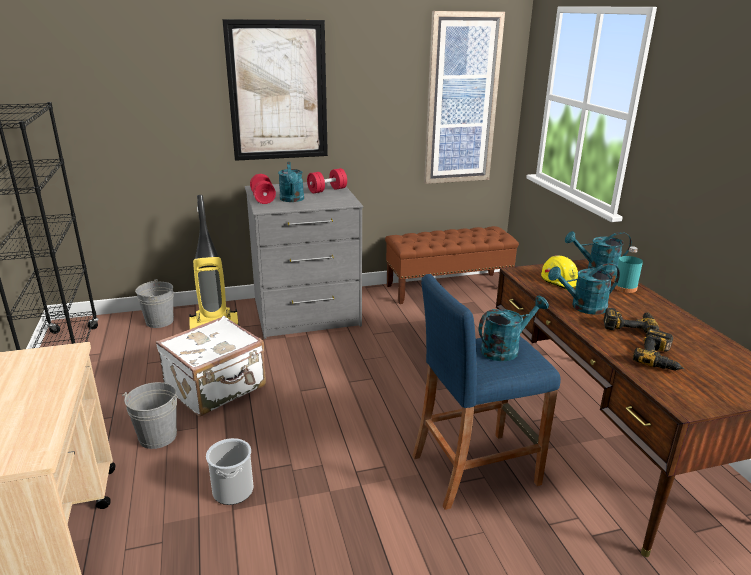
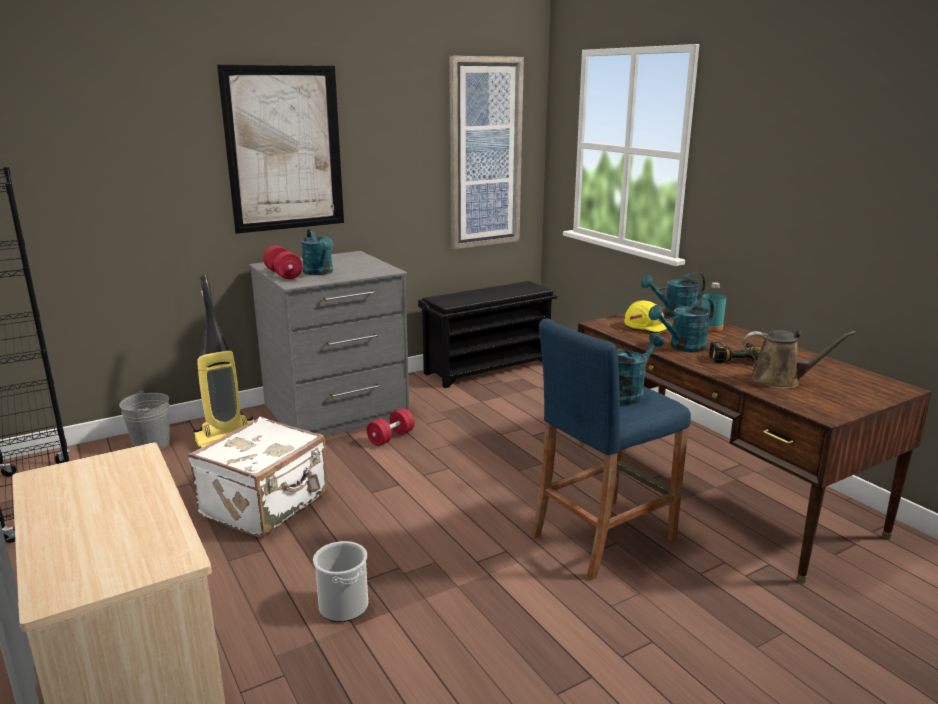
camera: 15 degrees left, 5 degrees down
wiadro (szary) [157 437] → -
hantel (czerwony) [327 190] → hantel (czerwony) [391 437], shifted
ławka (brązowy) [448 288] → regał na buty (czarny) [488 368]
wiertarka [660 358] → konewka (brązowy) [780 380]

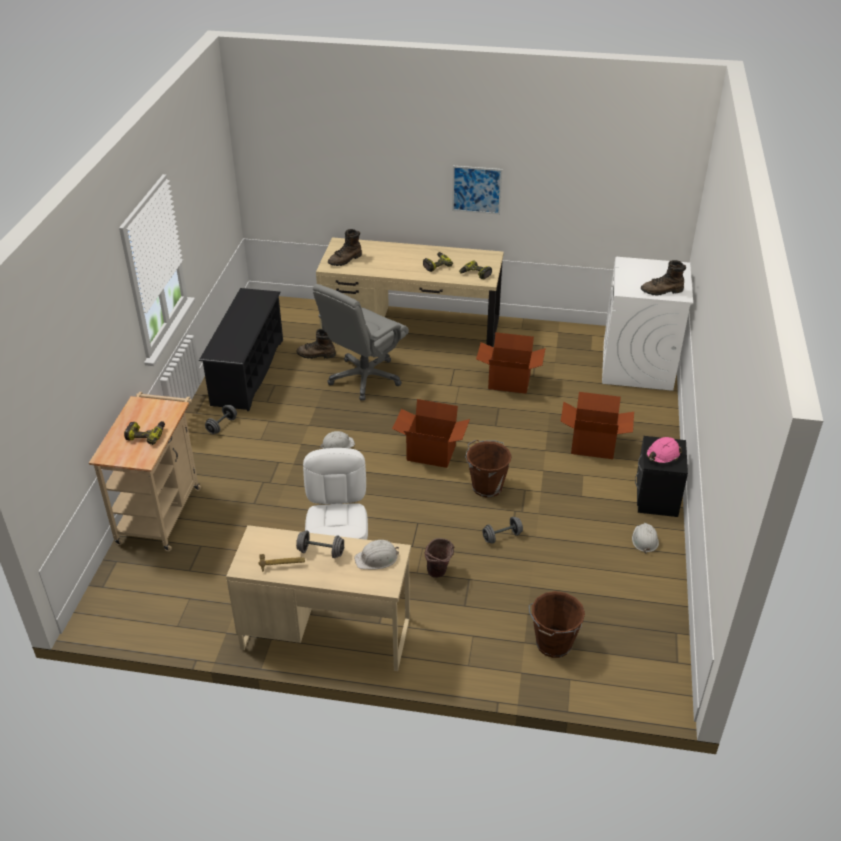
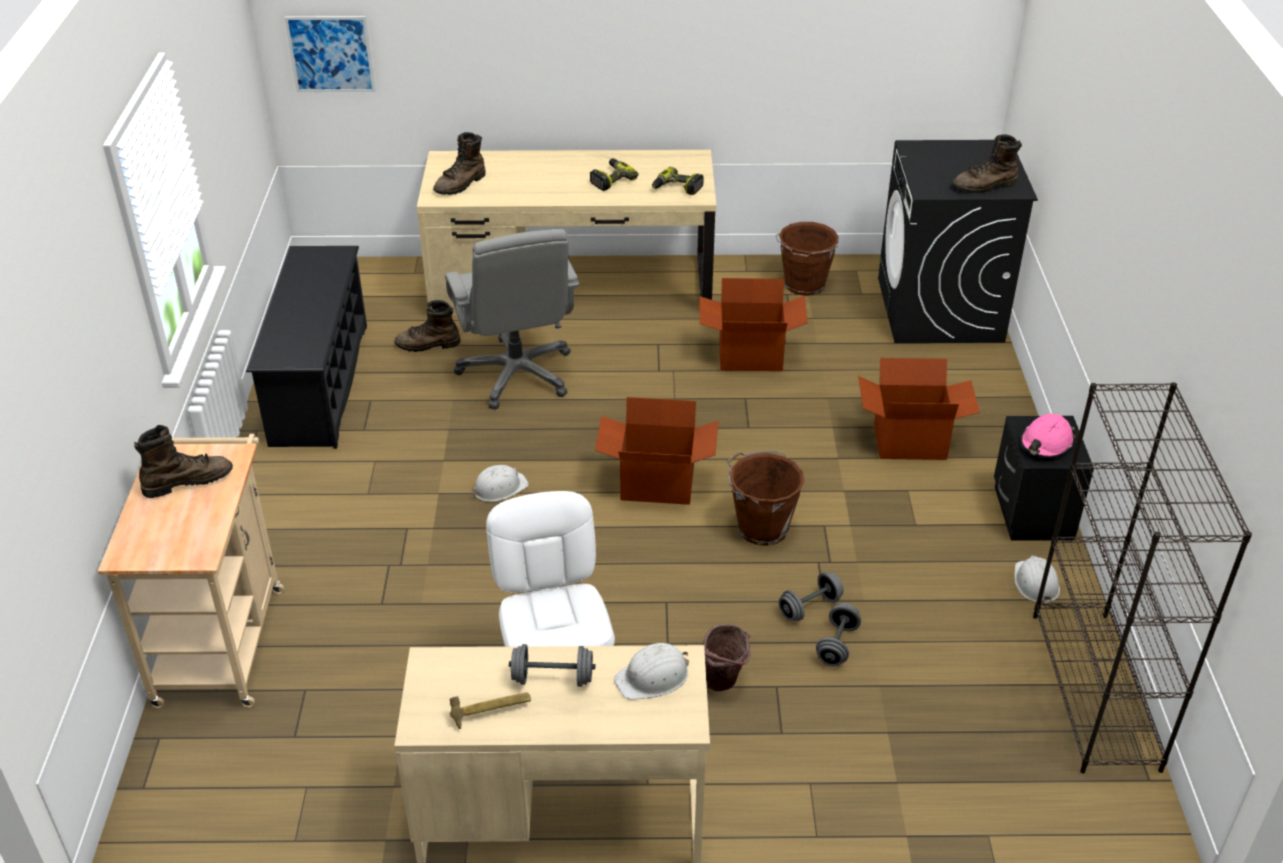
camera: 10 degrees left, 0 degrees up
wiertarka [146 435] → -
- → but z cholewką (brązowy) [188 481]
- → regał (czarny) [1095 690]
hantel (szary) [222 425] → hantel (szary) [837 645], shifted
obraz [476 190] → obraz [330 54], shifted
wiadro (brązowy) [553 645] → wiadro (brązowy) [804 285], shifted
pralka (biały) [637 366] → pralka (czarny) [940 310]
krzesło biurowe (szary) [364 378] → krzesło biurowe (szary) [517 374], 45 degrees counterclockwise

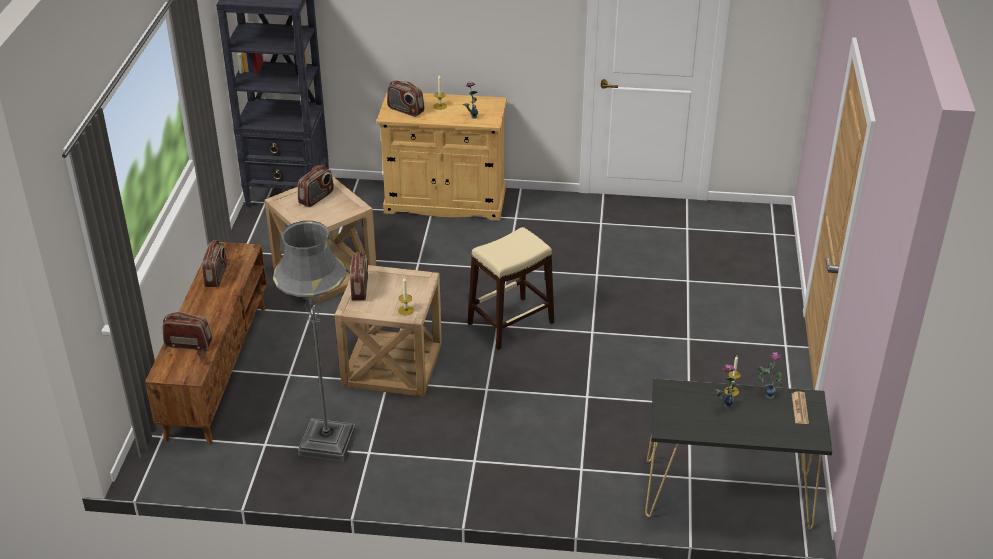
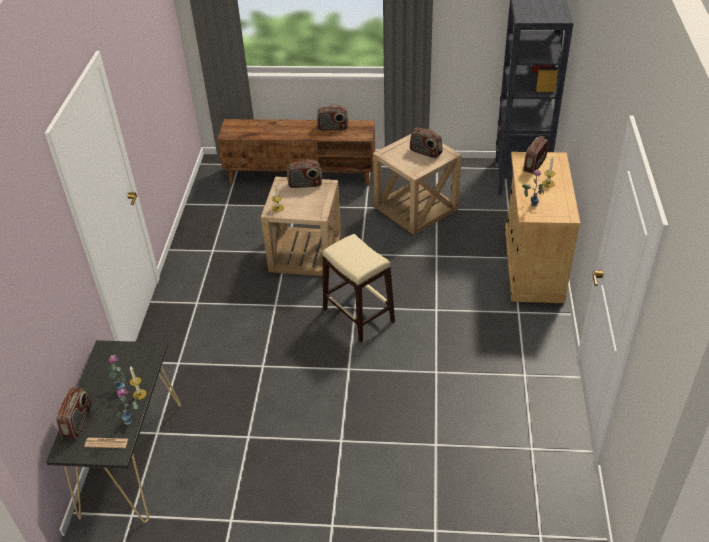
camera: 90 degrees right, 5 degrees up
lampa stojąca (szary) [327 442] → -
radio [188 344] → radio [78 422], shifted

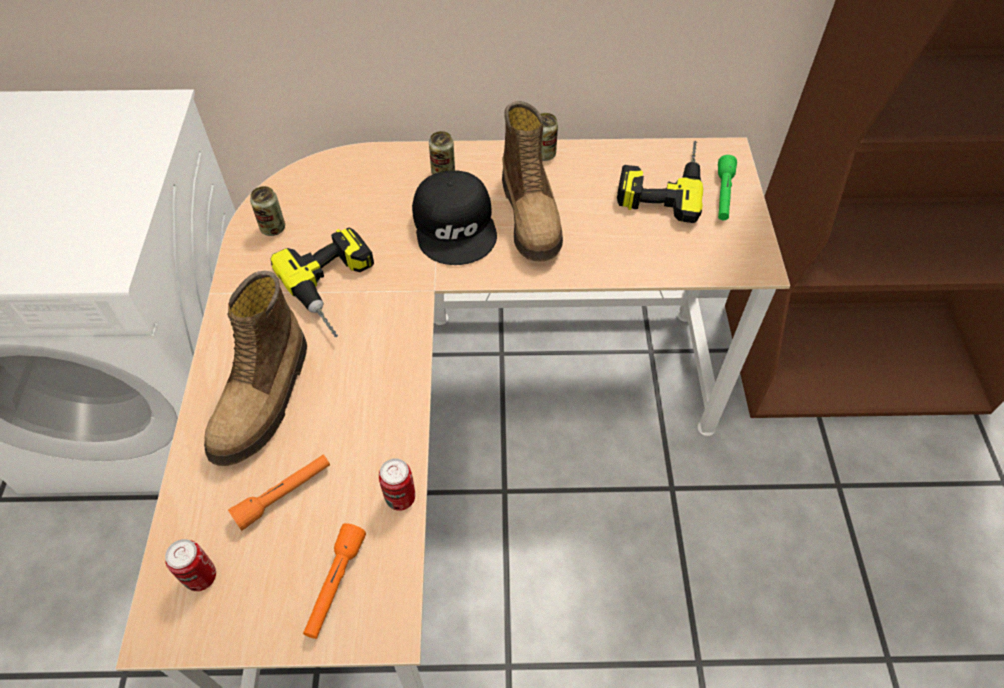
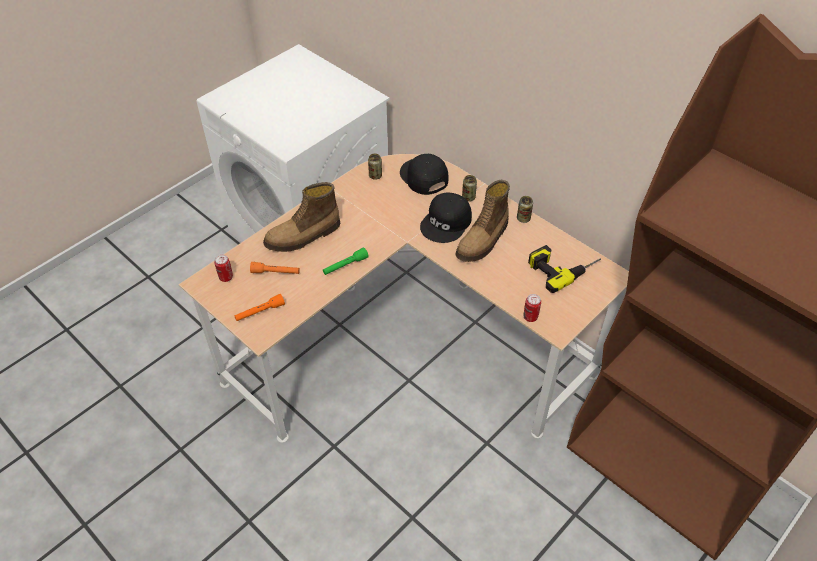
camera: 45 degrees right, 5 degrees down
wiertarka [338 288] → -
- → czapka z daszkiem (czarny) [423 177]
puszka [400 498] → puszka [530 317], shifted
latarka (zielony) [723 195] → latarka (zielony) [345 266], shifted

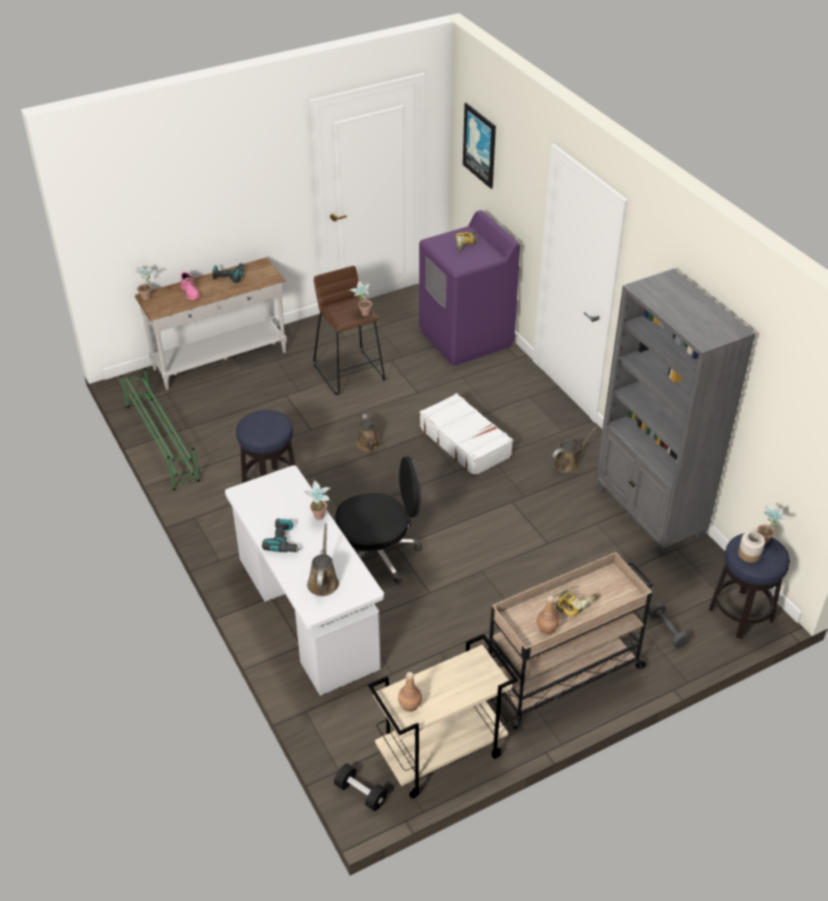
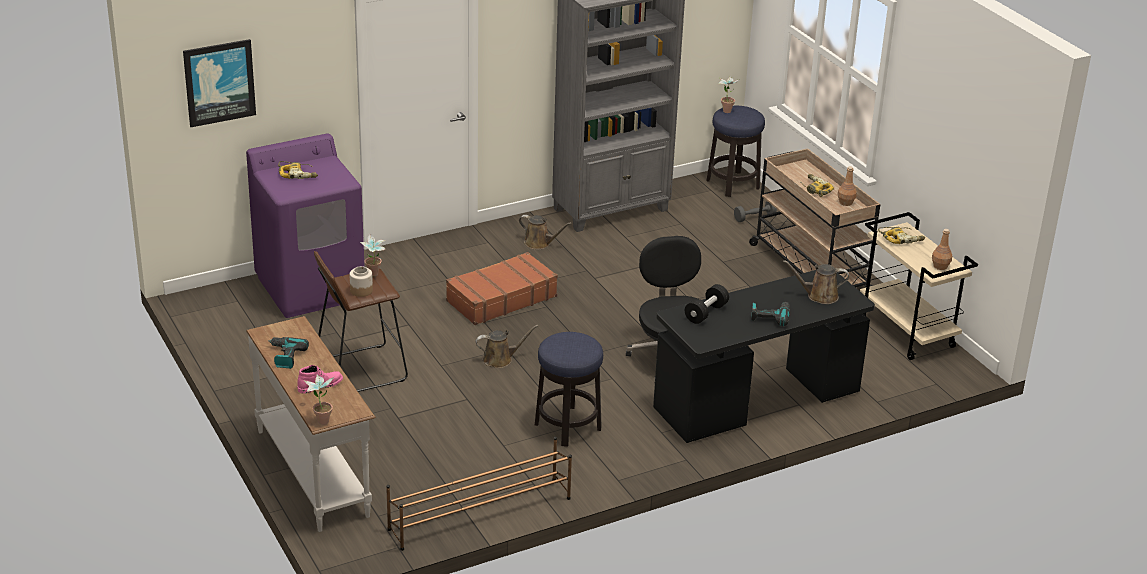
camera: 90 degrees left, 10 degrees down
roślina doniczkowa [320 519] → -
- → wiertarka [901 238]
hantel (czarny) [361 793] → hantel (czarny) [706 313], shifted
słoik [749 554] → słoik [361 290], shifted
regał na buty (zielony) [162 442] → regał na buty (brązowy) [479 514]
biurko (biały) [307 613] → biurko (czarny) [757 401]
walizka (biały) [465 442] → walizka (brązowy) [501 299]
konewka (brązowy) [568 463] → konewka (brązowy) [539 243], 150 degrees clockwise

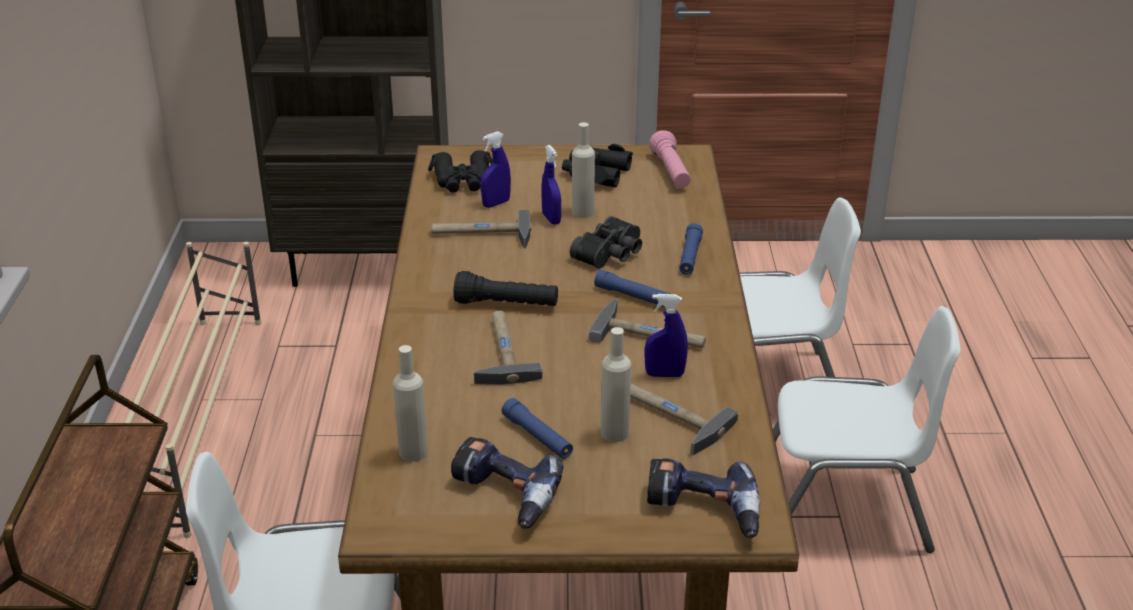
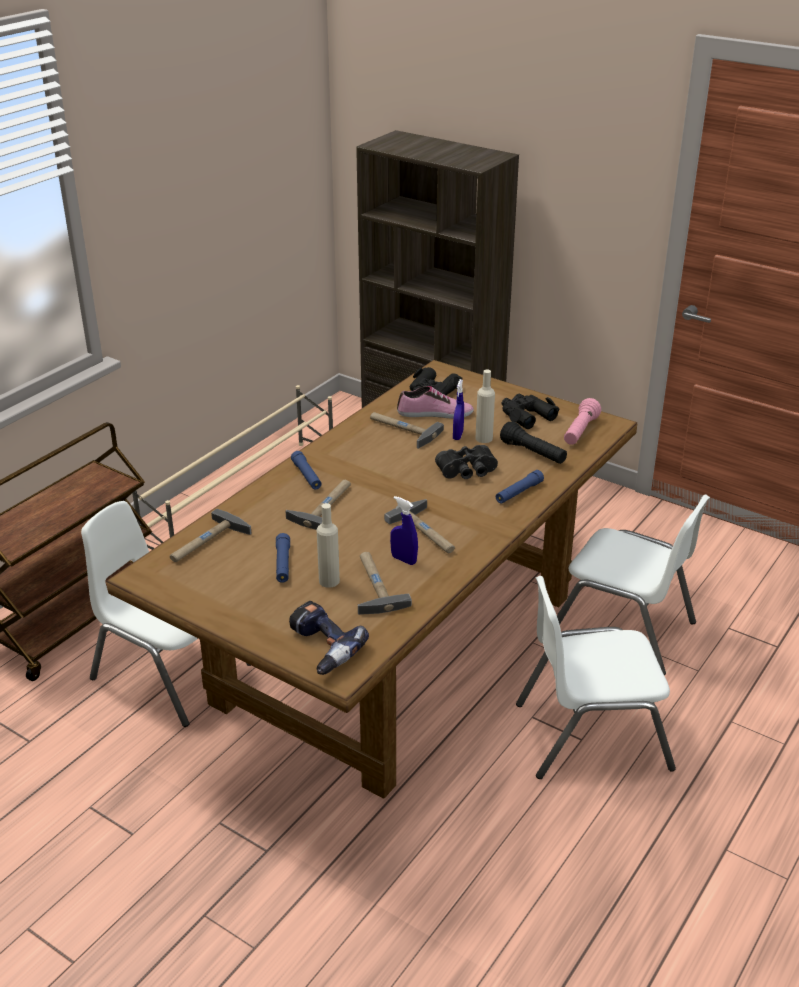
camera: 35 degrees right, 0 degrees up
wiertarka [502 496] → -
latarka (czarny) [506 304] → latarka (czarny) [533 453], shifted
latarka (niebieski) [632 296] → latarka (niebieski) [306 476], shifted
butelka (beżowy) [413 452] → młotek [207 543]
spryskiwacz (niebieski) [496 203] → but [435 413]
krzesło (biały) [843 507] → krzesło (biały) [591 734], 135 degrees clockwise

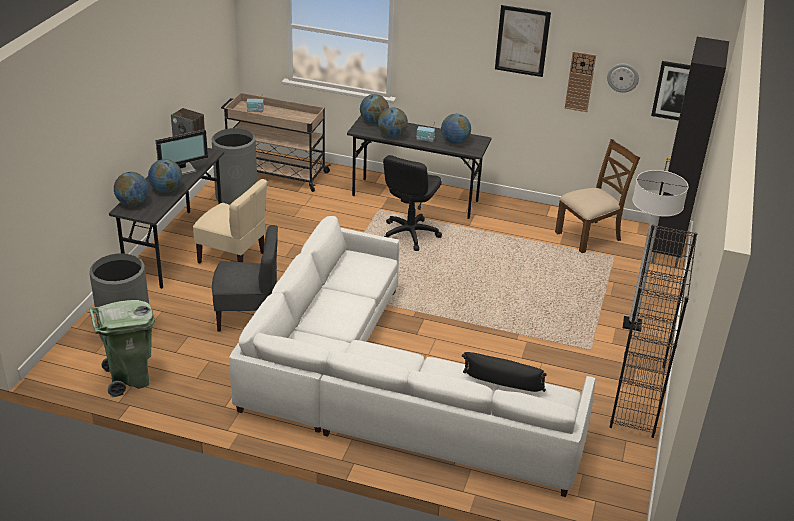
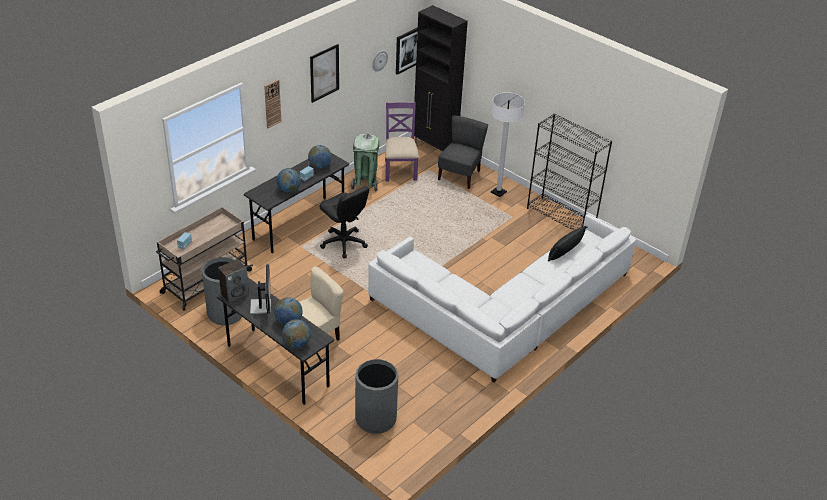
camera: 65 degrees left, 5 degrees up
globus [374 122] → -
kosz na śmieci (zielony) [129 379] → kosz na śmieci (zielony) [365 183], shifted
krzesło (szary) [248 315] → krzesło (szary) [460 176], shifted
zegar ścienny [580 81] → zegar ścienny [272 103], shifted
krzesło (brązowy) [589 236] → krzesło (fioletowy) [400 170]

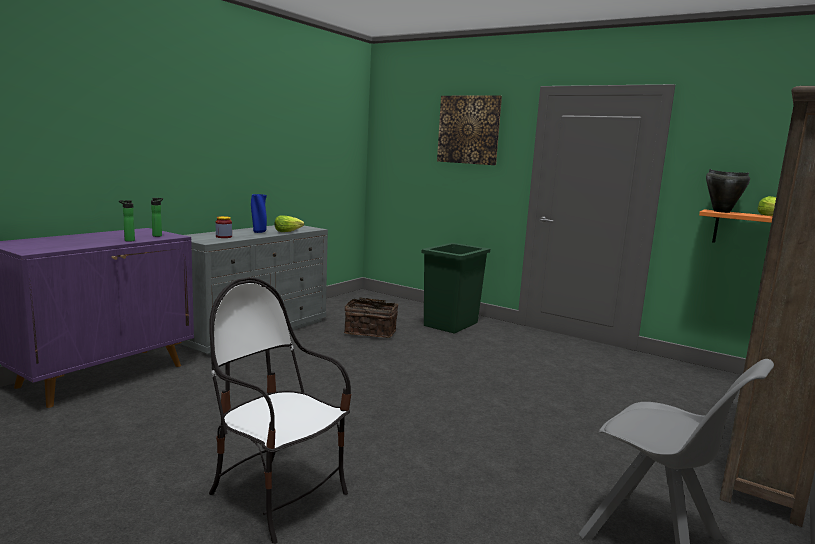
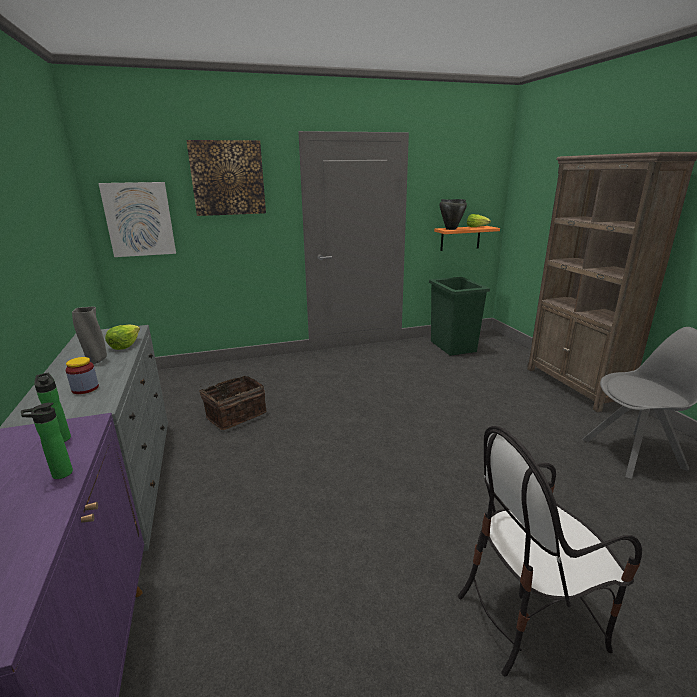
camera: 50 degrees left, 10 degrees up
- → obraz [139 219]
kosz na śmieci (zielony) [451 324] → kosz na śmieci (zielony) [453 346], shifted
wazon (niebieski) [259 232] → wazon (szary) [96 361]

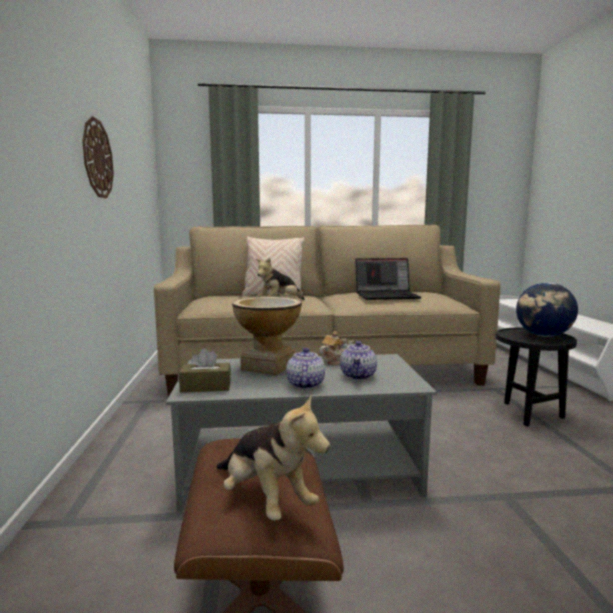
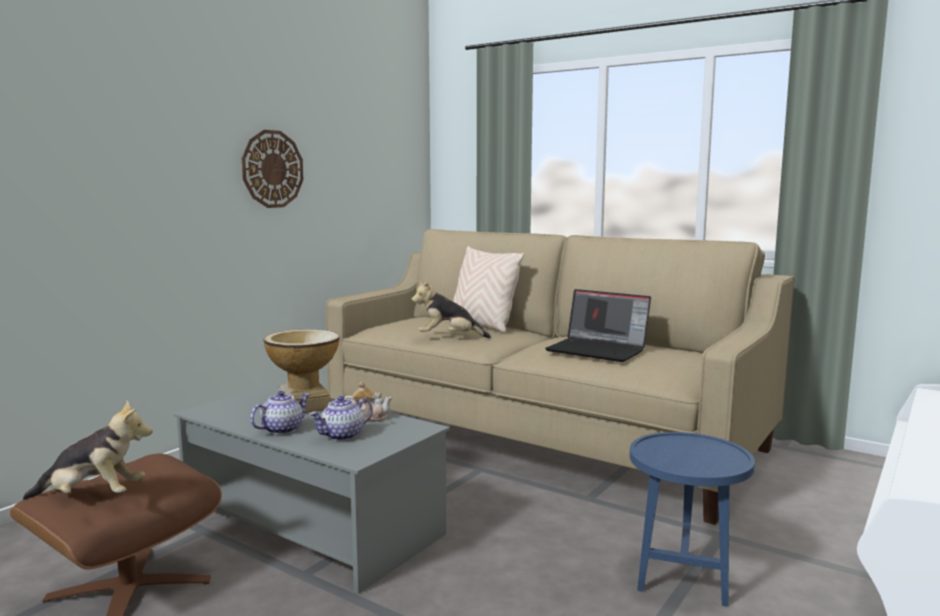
camera: 40 degrees right, 0 degrees up
pudełko chusteczek (brązowy) [206 387] → -
globus [543 336] → -
stolik (czarny) [527 413] → stolik (niebieski) [683 578]
pluszak [265 500] → pluszak [93 496], 90 degrees counterclockwise

